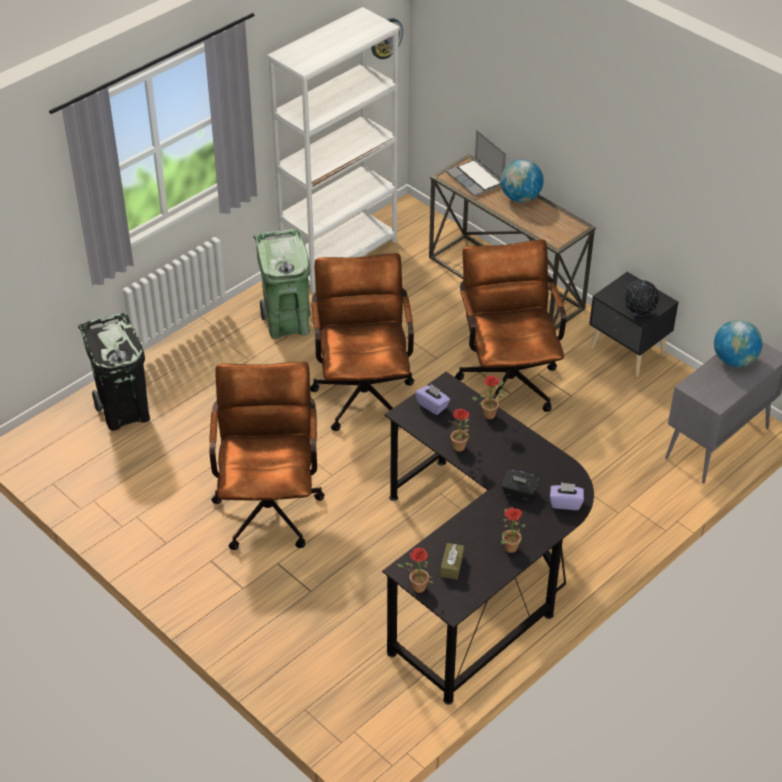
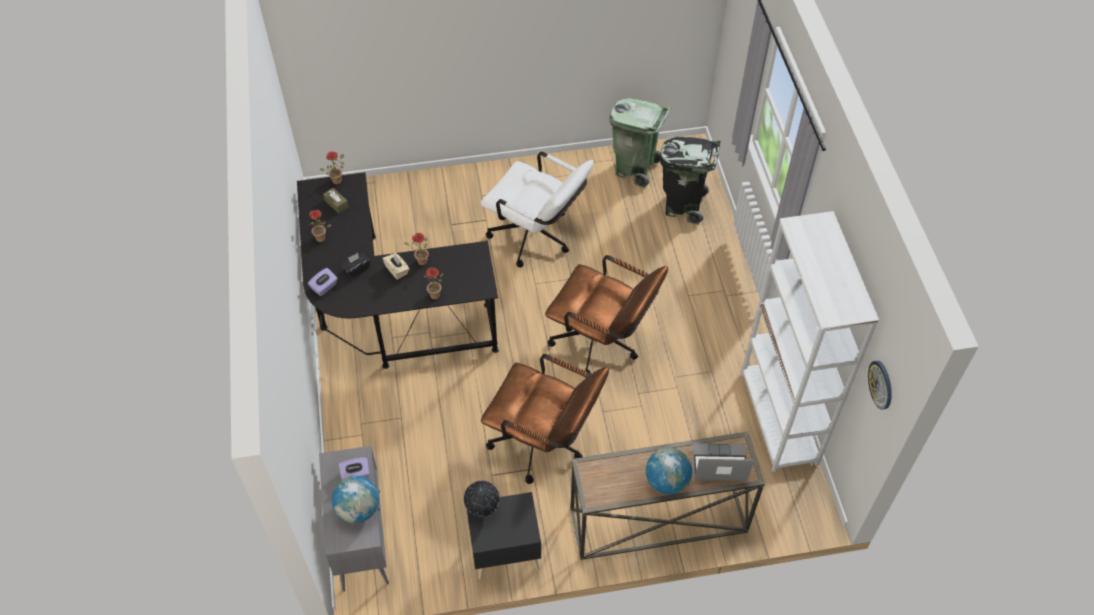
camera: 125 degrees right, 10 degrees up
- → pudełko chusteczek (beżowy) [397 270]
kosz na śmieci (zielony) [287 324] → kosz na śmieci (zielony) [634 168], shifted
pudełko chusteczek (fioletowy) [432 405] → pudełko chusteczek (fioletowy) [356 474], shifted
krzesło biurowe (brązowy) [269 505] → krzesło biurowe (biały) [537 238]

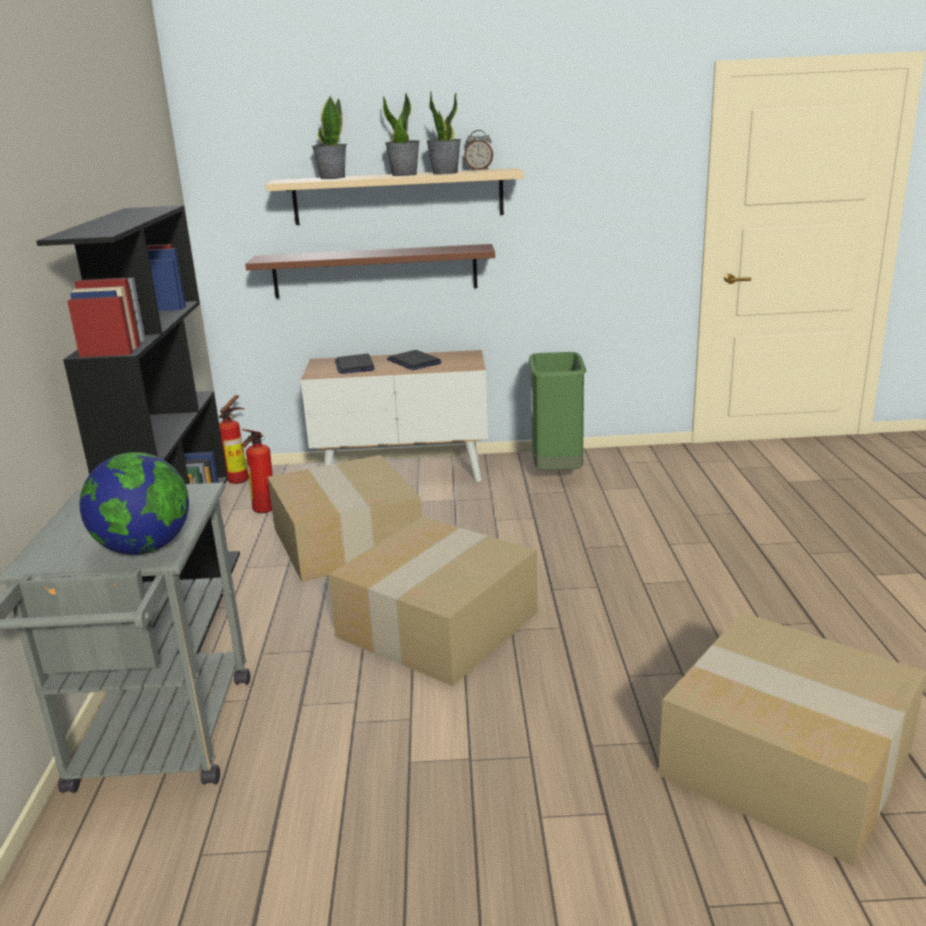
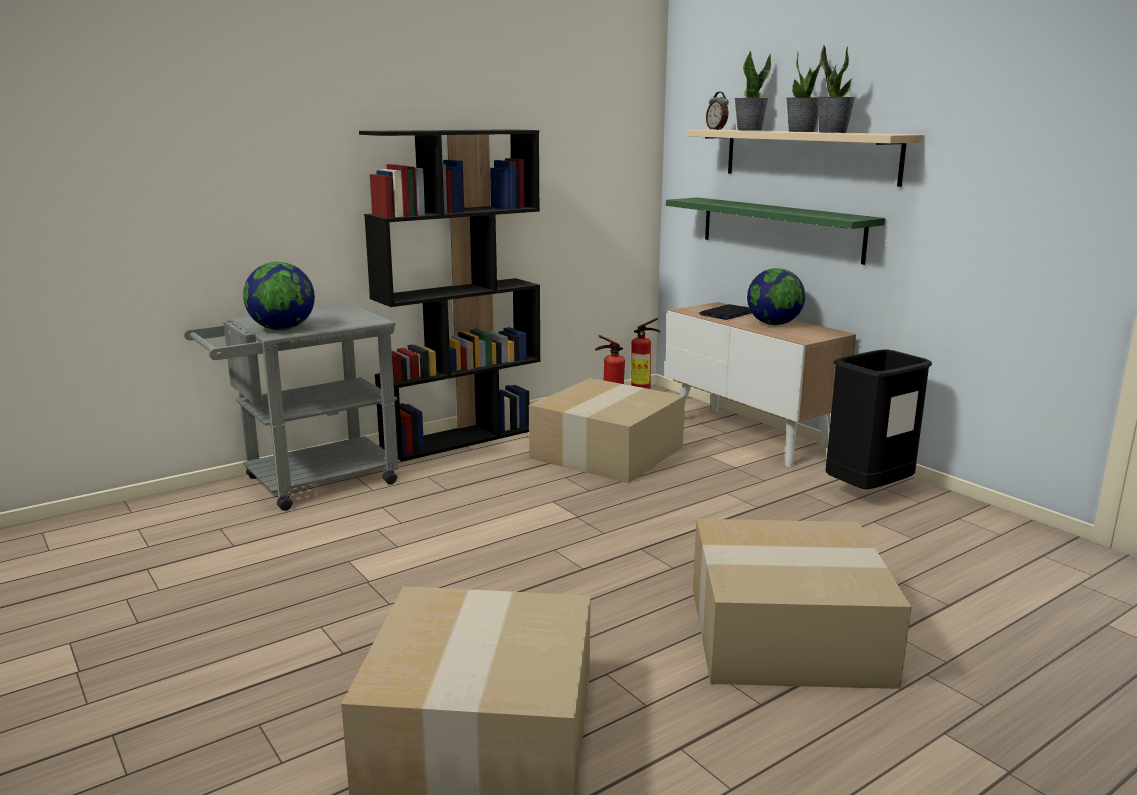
camera: 55 degrees right, 5 degrees down
karton [437 622] → karton [789 632], shifted
budzik [479 170] → budzik [717 129], shifted
laptop [414 362] → globus [773 324]
półka (brązowy) [375 271] → półka (zielony) [780 228]
kosz na śmieci (zielony) [557 473] → kosz na śmieci (czarny) [867 492]

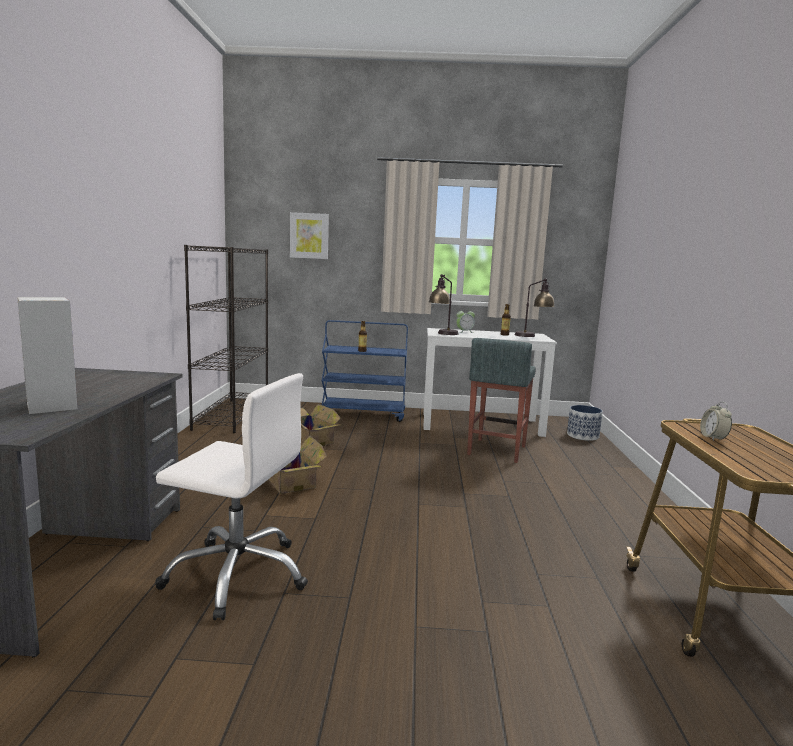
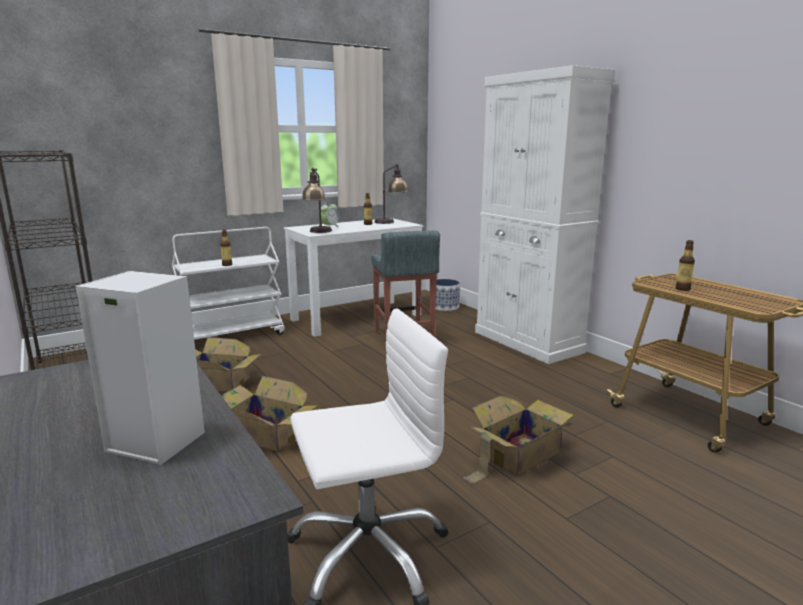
camera: 35 degrees left, 5 degrees up
obraz [309 236] → -
- → karton [517 455]
- → szafka (biały) [528 342]
budzik [713 438] → butelka [682 289]
wózek (niebieski) [363 414] → wózek (biały) [232 336]

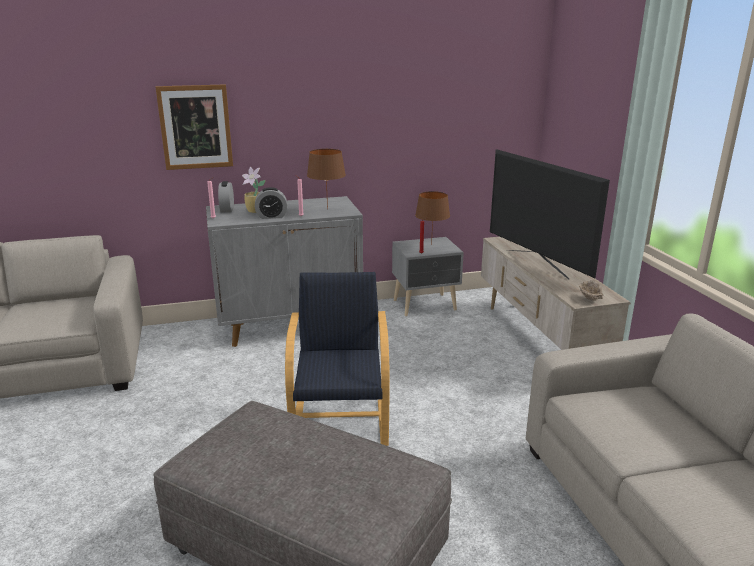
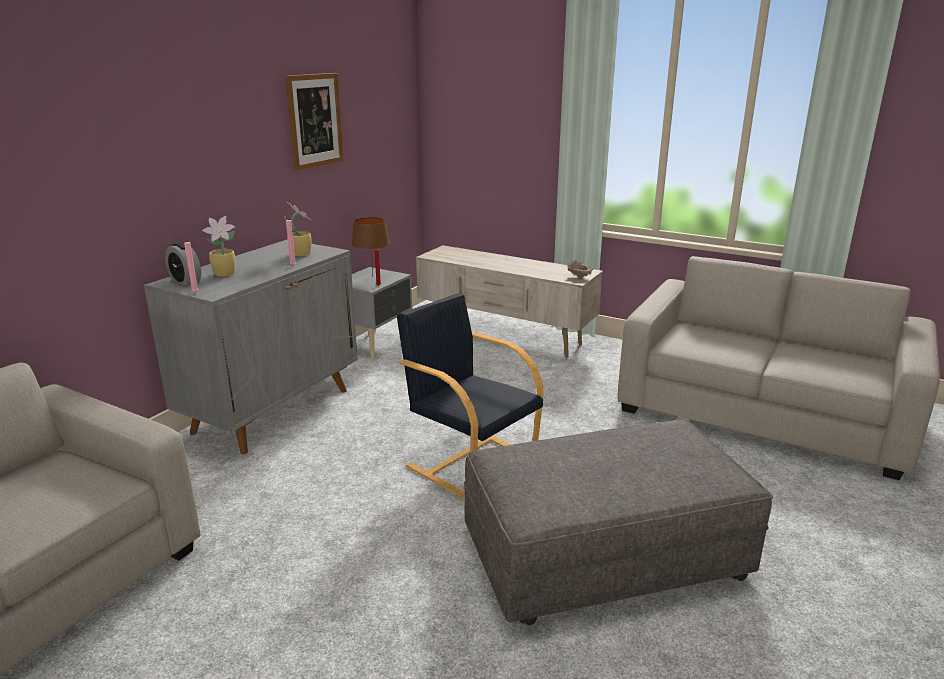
camera: 45 degrees left, 0 degrees up
budzik [271 216] → -
telewizor [537 264] → -
obraz [195 127] → obraz [315 120], shifted
lampa stołowa (brązowy) [327 209] → roślina doniczkowa [301 254]

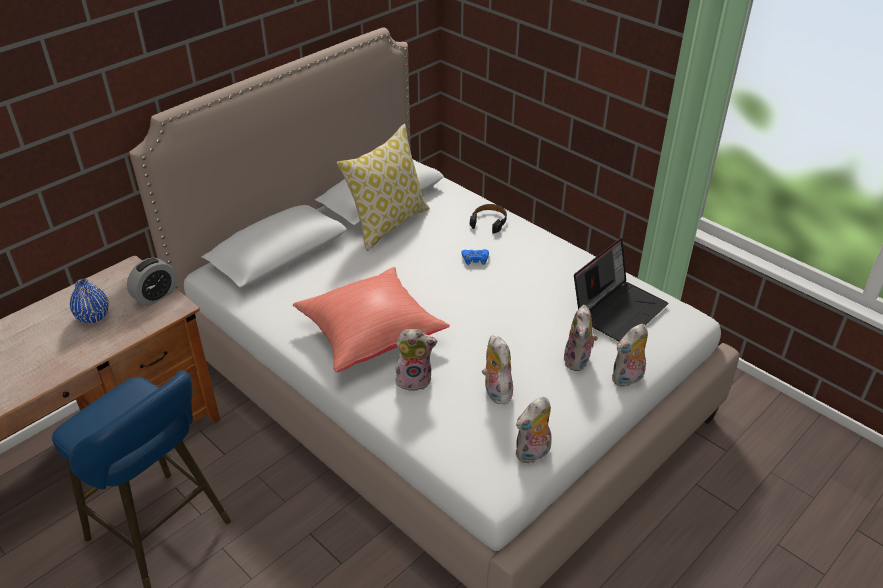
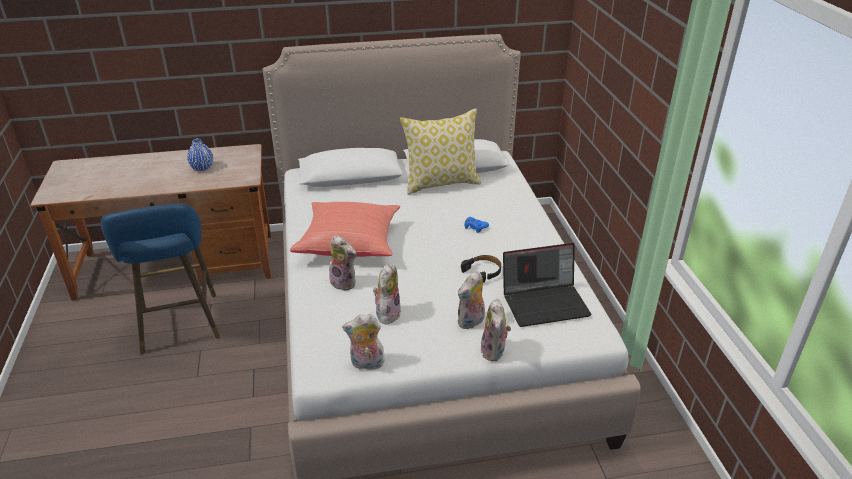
camera: 35 degrees right, 5 degrees down
budzik [156 296] → -
słuchawki (czarny) [489 222] → słuchawki (czarny) [482 272], shifted
pluszak [627 379] → pluszak [494 351], 90 degrees counterclockwise

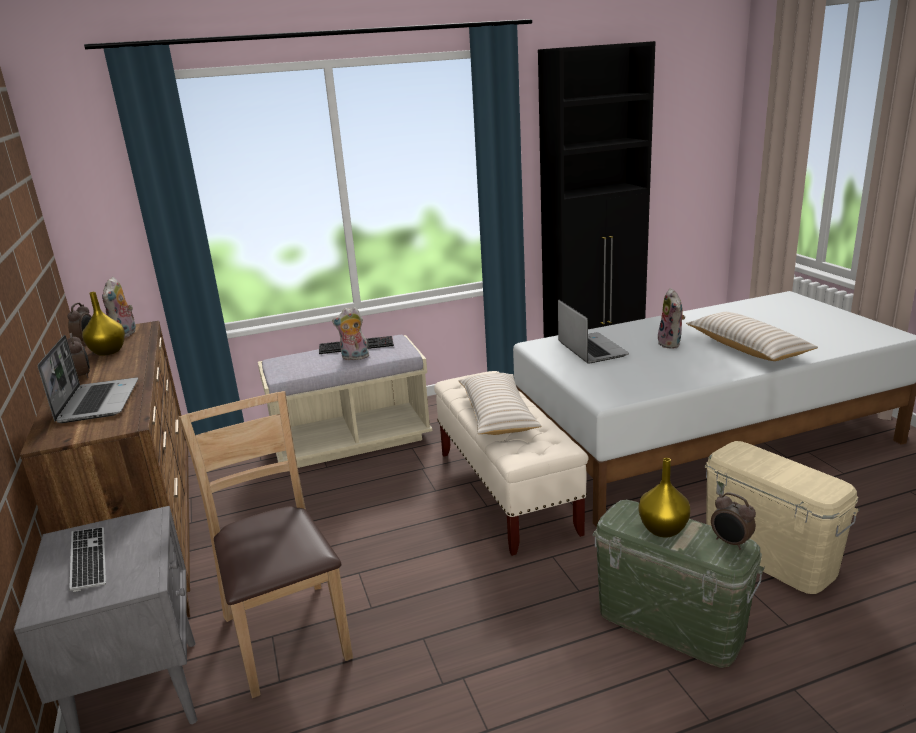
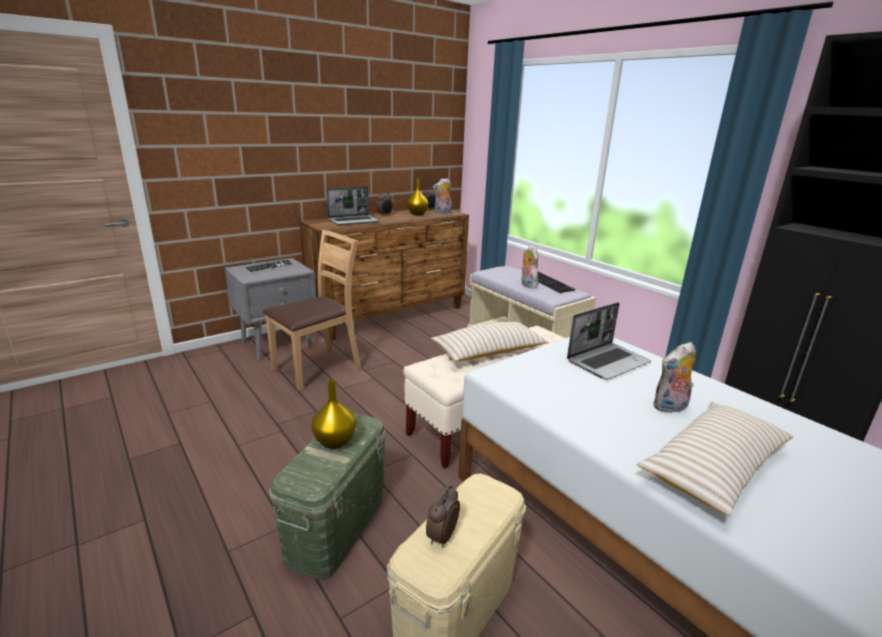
camera: 70 degrees right, 0 degrees up
budzik [730 543] → budzik [441 537], shifted

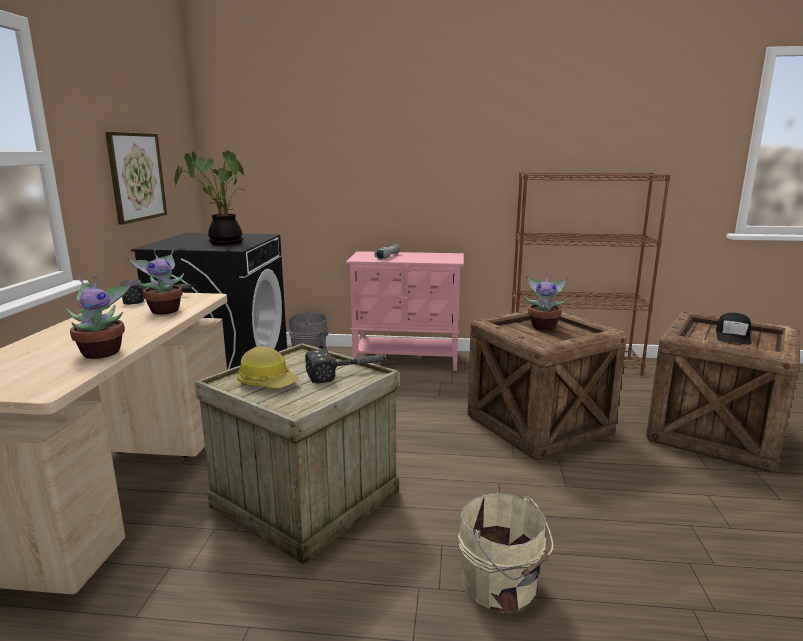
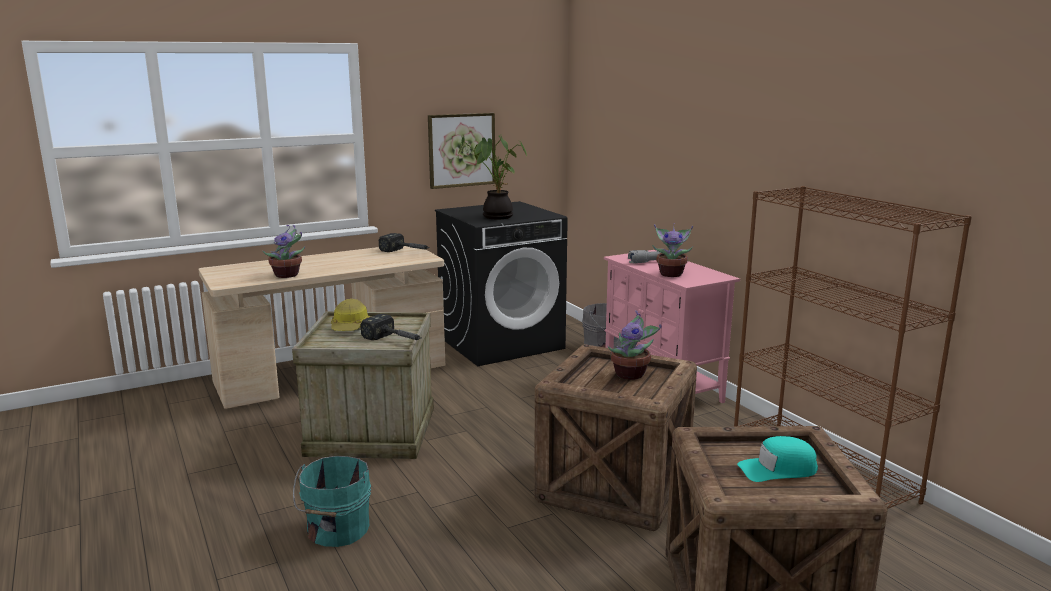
camera: 55 degrees right, 0 degrees up
roślina doniczkowa [164 310] → roślina doniczkowa [671 274], shifted
wiadro (beżowy) [501 585] → wiadro (turkusowy) [336 530]
czapka z daszkiem (czarny) [733 336] → czapka z daszkiem (turkusowy) [777 469]

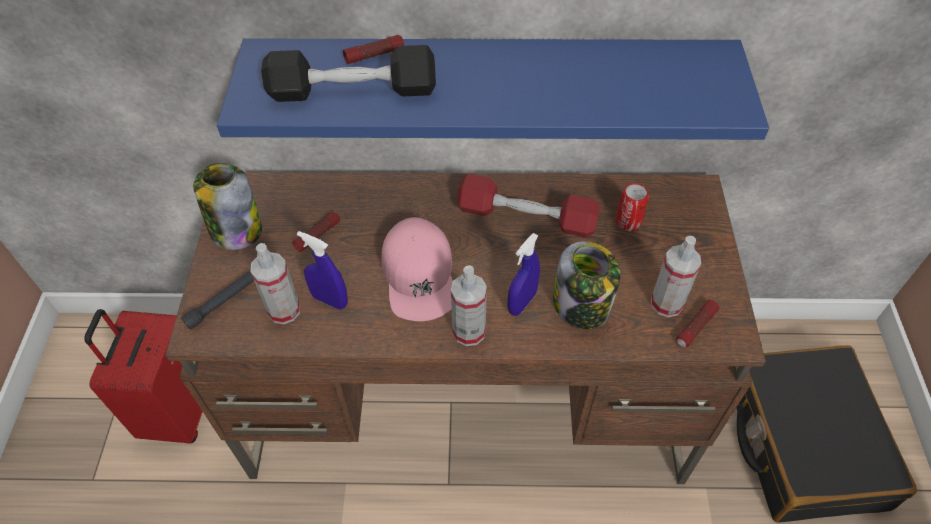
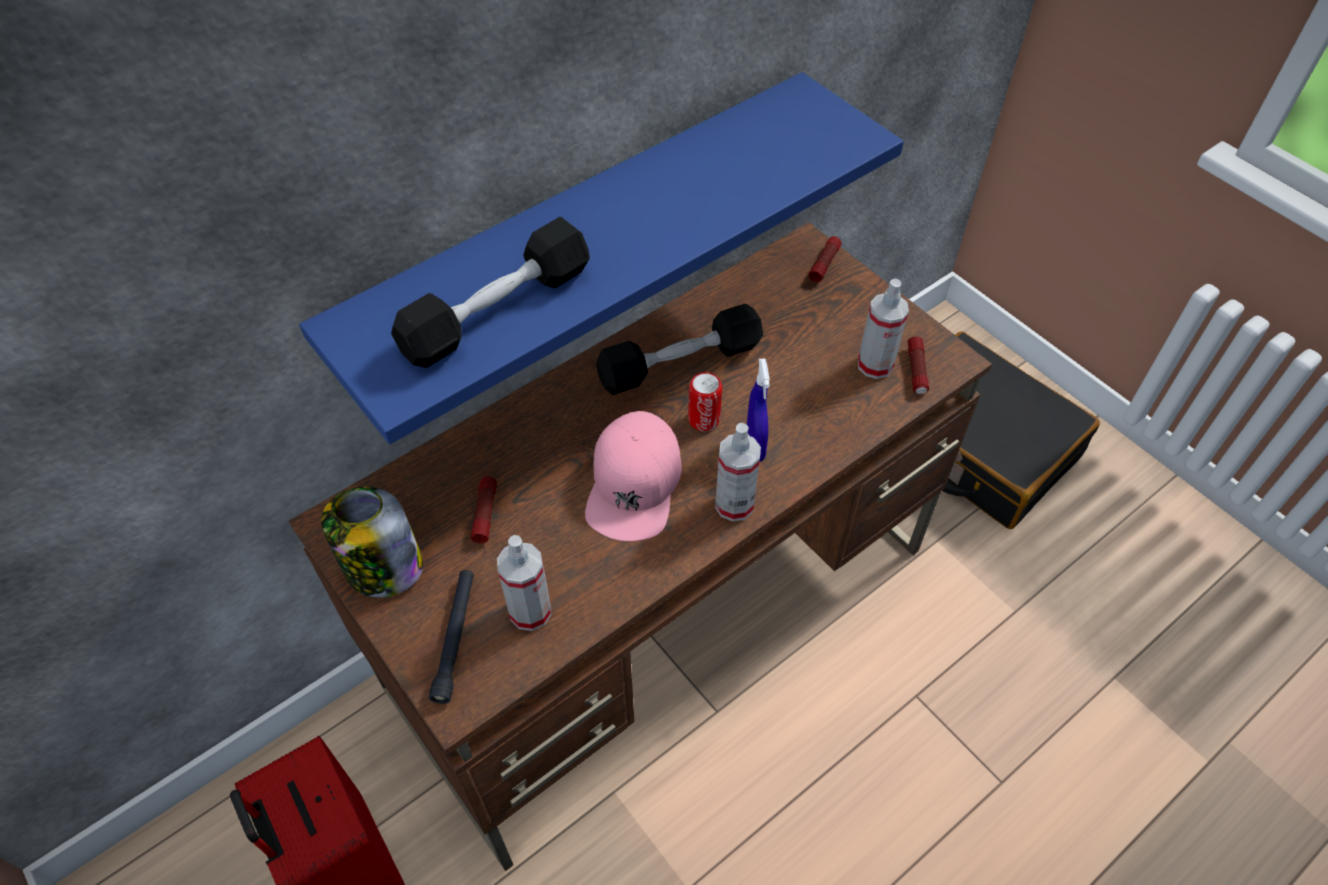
camera: 40 degrees left, 0 degrees up
spryskiwacz (niebieski) [330 300] → -
słoik [582 305] → -
latarka [374 55] → latarka [824 264], shifted
puszka [628 222] → puszka [704 419], shifted
hantel (czerwony) [526 217] → hantel (czarny) [679 363]
czapka z daszkiem (różowy) [419 275] → czapka z daszkiem (różowy) [634 484], 60 degrees clockwise

